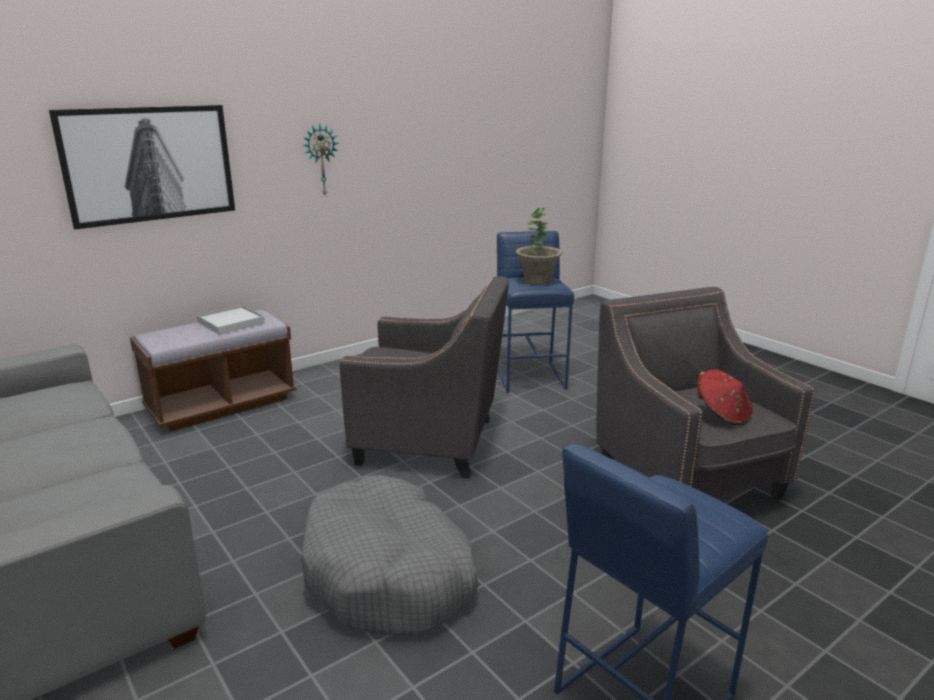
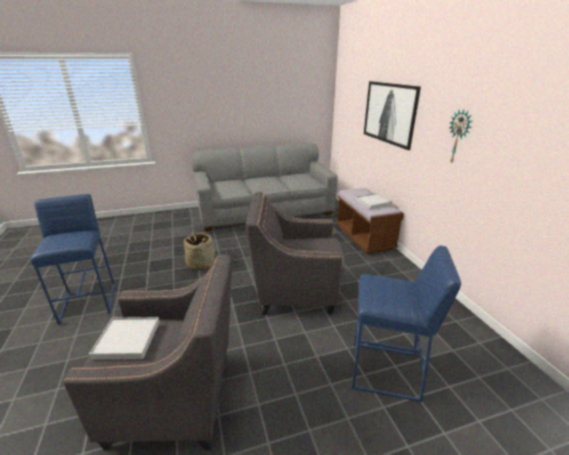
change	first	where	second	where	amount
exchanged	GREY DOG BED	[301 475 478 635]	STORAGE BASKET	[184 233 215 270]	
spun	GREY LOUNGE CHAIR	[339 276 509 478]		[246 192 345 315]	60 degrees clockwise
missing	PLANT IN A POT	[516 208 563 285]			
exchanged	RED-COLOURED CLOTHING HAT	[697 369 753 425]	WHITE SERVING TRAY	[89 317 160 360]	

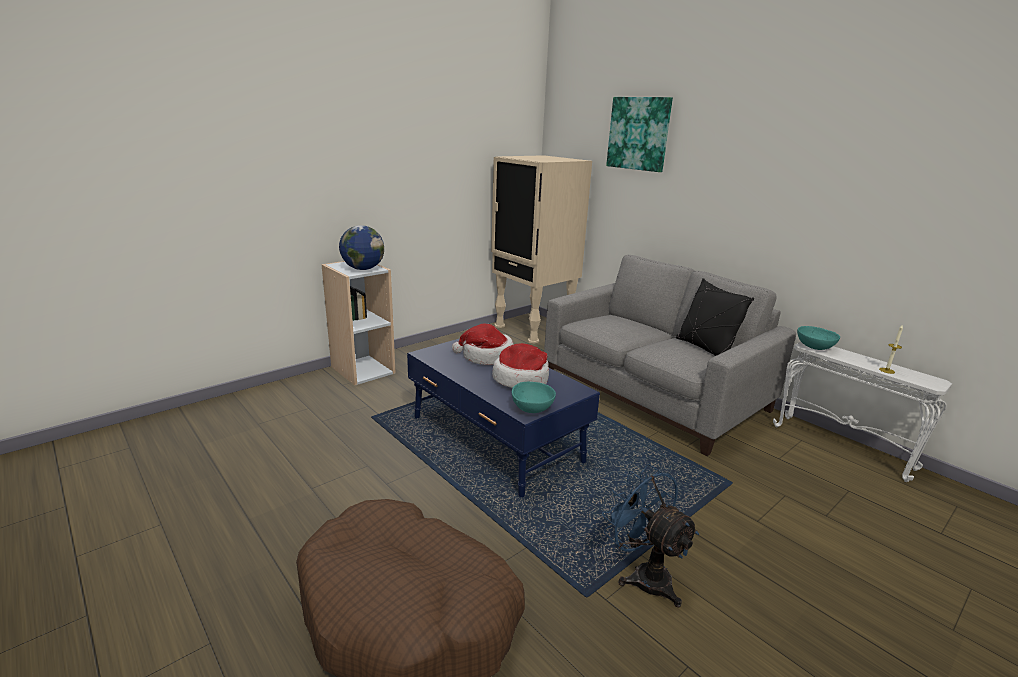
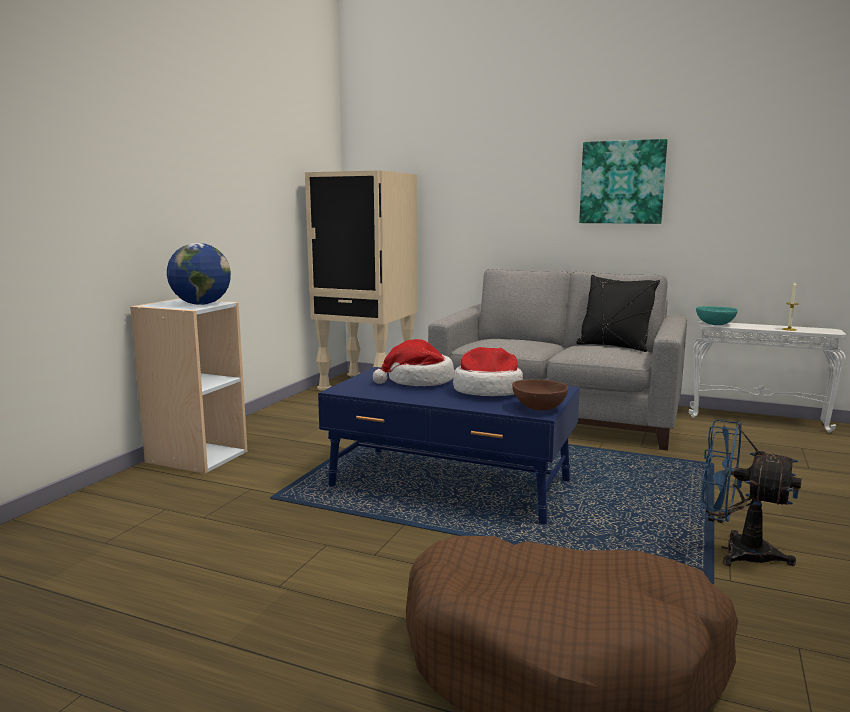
change	first	where	second	where	amount
colour	BLUE-GREEN BOWL	[512 382 556 413]	BROWN-COLOURED BOWL	[512 379 568 411]	
relocated	PICTURE	[606 97 673 172]		[579 139 668 224]	

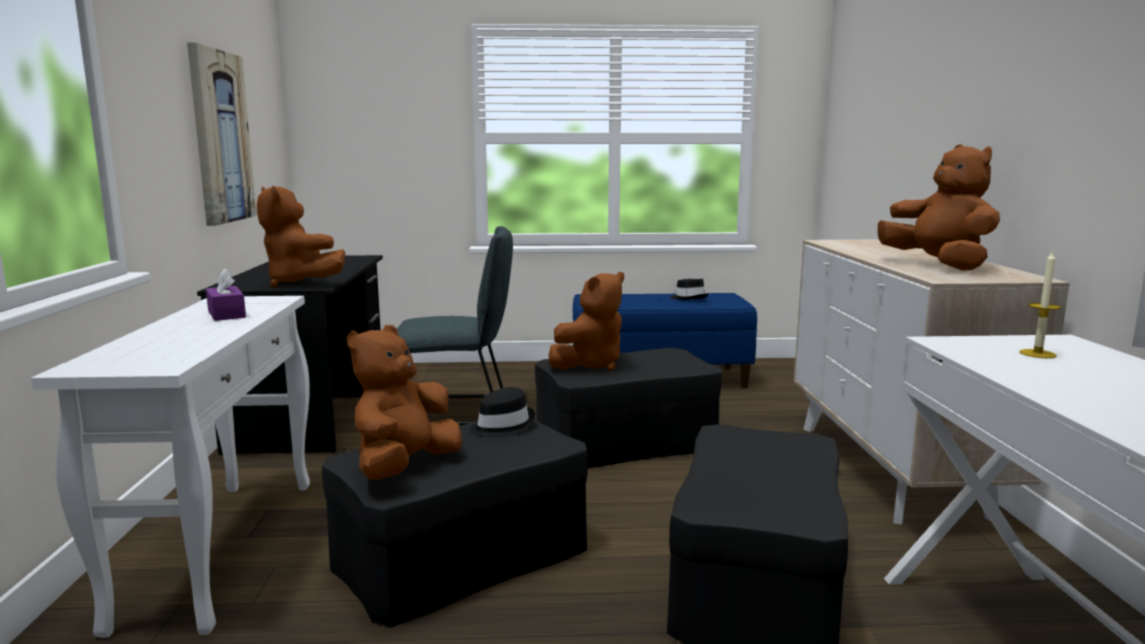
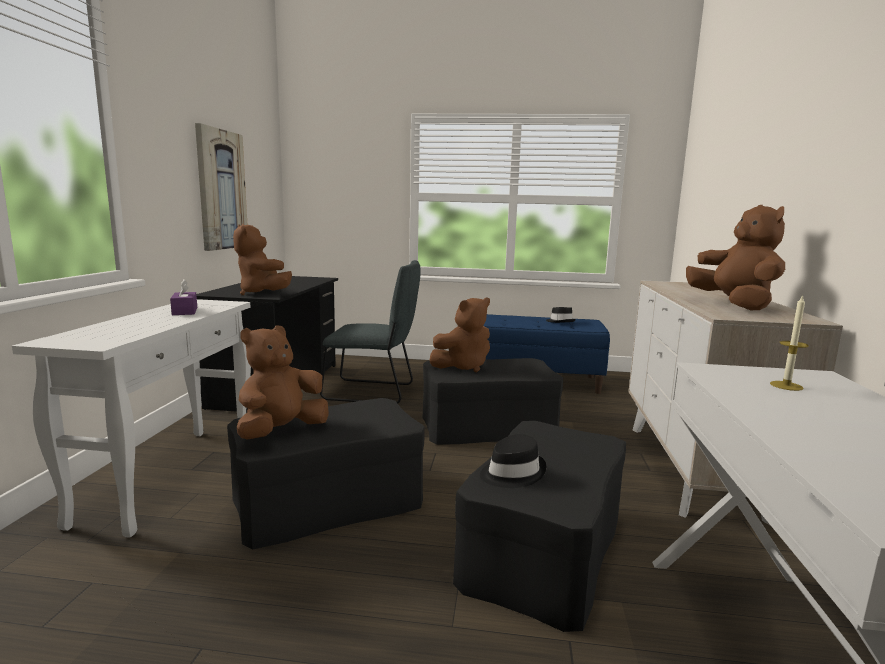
change	first	where	second	where	amount
relocated	BLACK-COLOURED CLOTHING HAT	[469 387 536 438]		[480 434 547 488]	

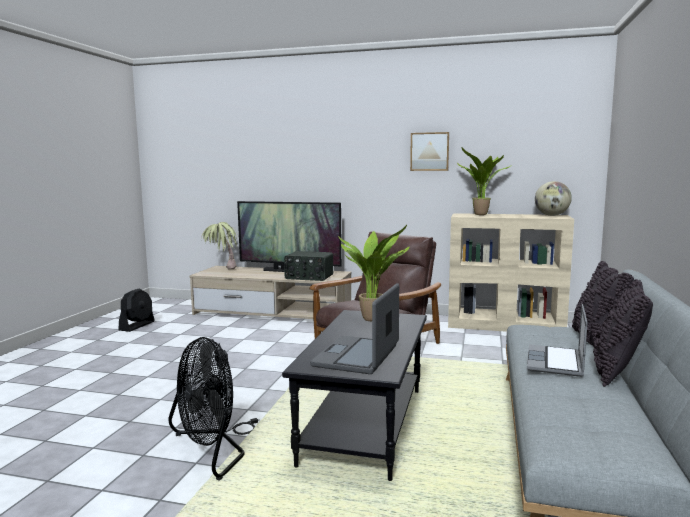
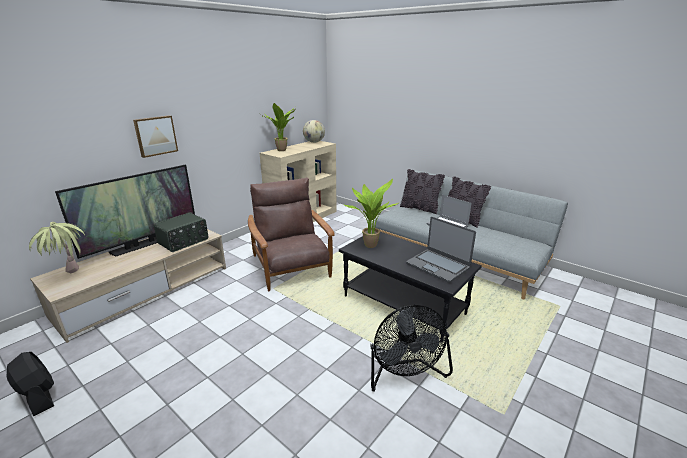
change	first	where	second	where	amount
relocated	PICTURE	[410 132 449 171]		[133 115 178 158]	

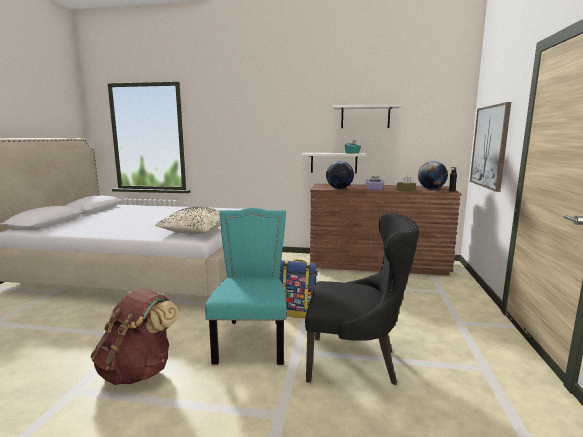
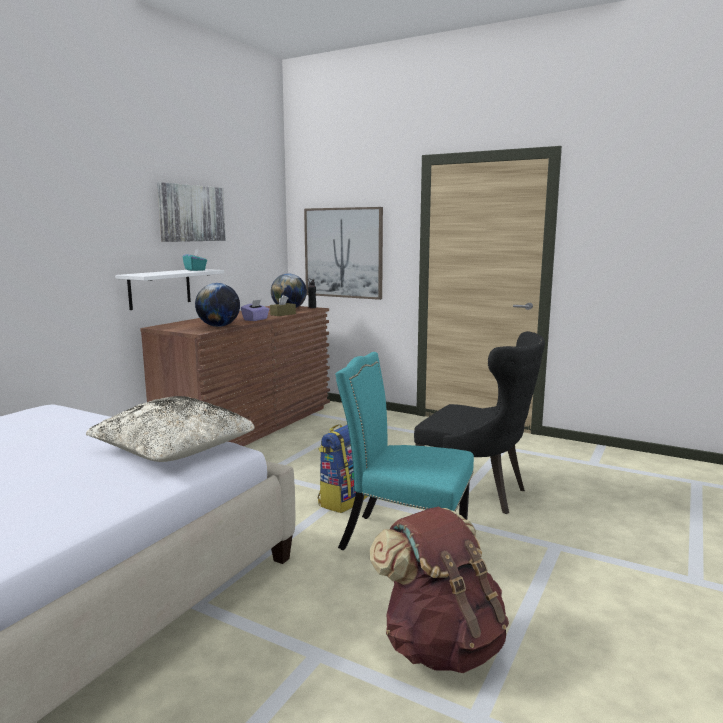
change	first	where	second	where	amount
spun	BLACK-COLOURED CHAIR	[305 212 419 385]		[414 331 545 514]	90 degrees clockwise
exchanged	WHITE SHELF	[333 104 402 128]	PICTURE	[157 182 226 242]	

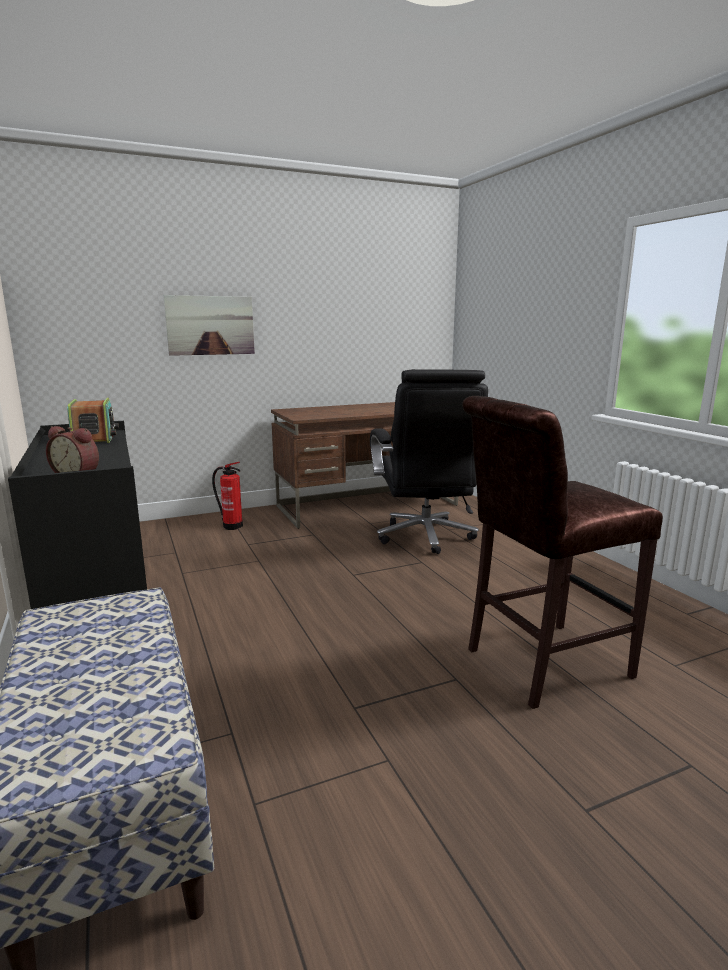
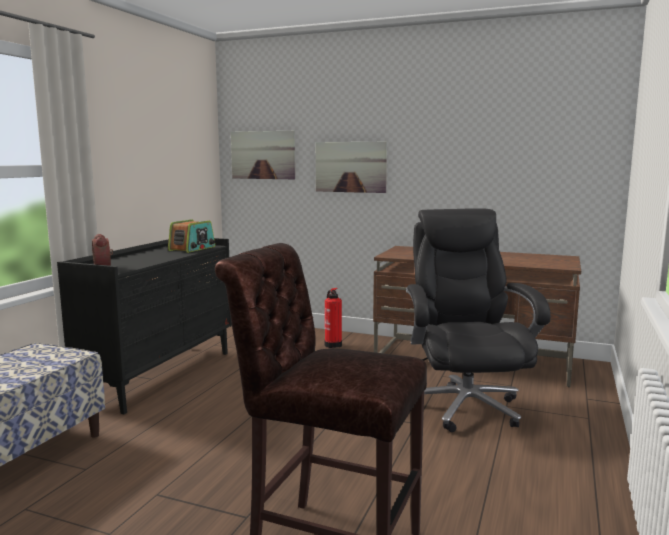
change	first	where	second	where	amount
spun	BLACK-COLOURED OFFICE CHAIR	[370 369 488 554]		[406 208 551 432]	135 degrees clockwise
appeared			PICTURE	[231 131 295 179]	

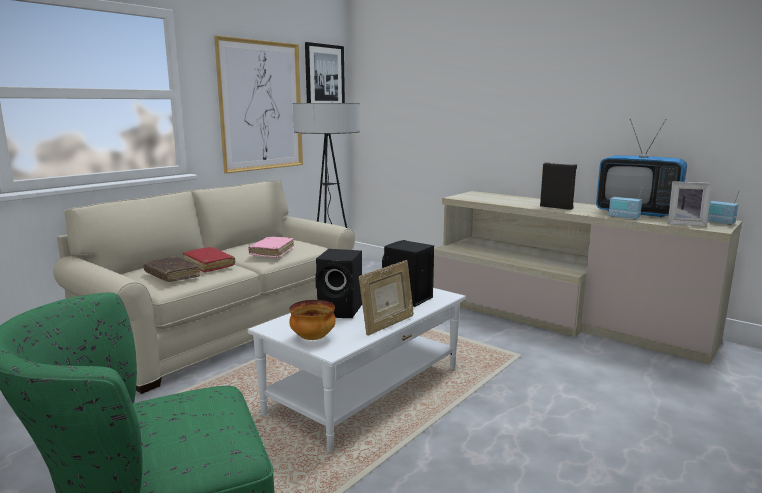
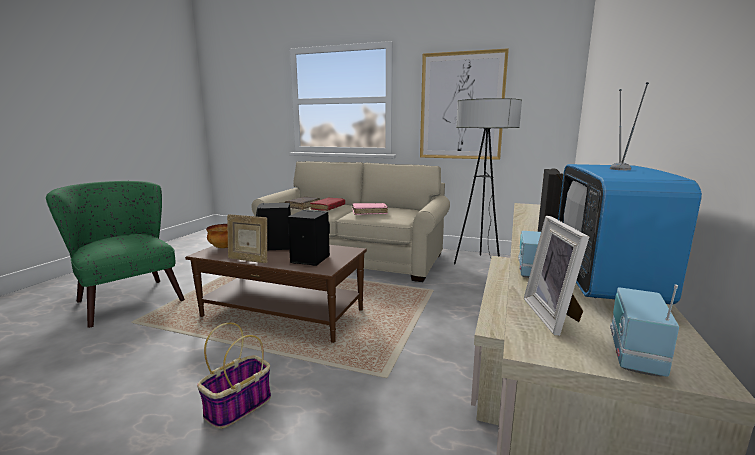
change	first	where	second	where	amount
colour	WHITE LOUNGE TABLE	[247 288 466 452]	BROWN-COLOURED LOUNGE TABLE	[185 245 367 343]	
missing	PICTURE	[305 42 345 103]			
appeared			STORAGE BASKET	[197 322 271 429]	

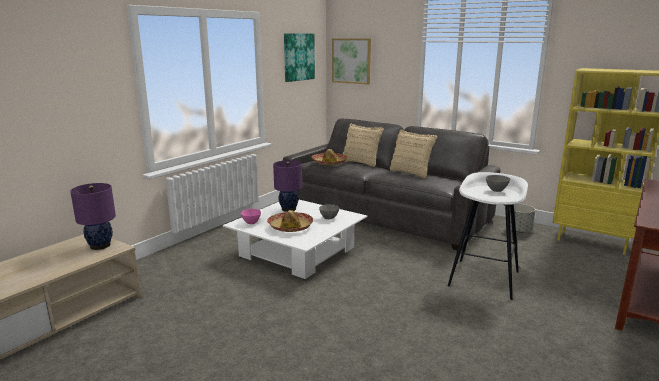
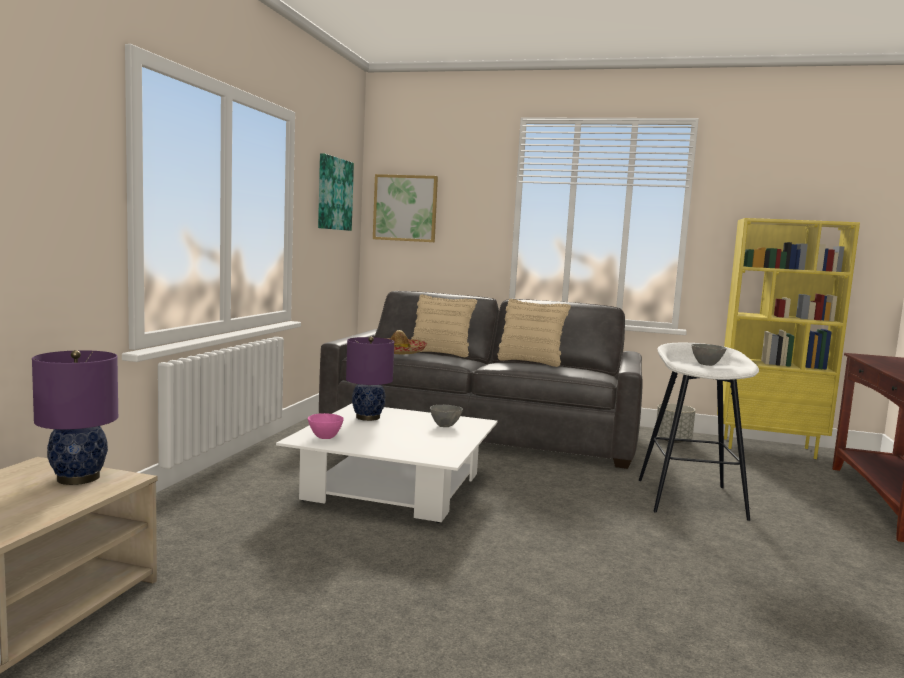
change	first	where	second	where	amount
missing	CLOTHING HAT	[267 210 313 232]			

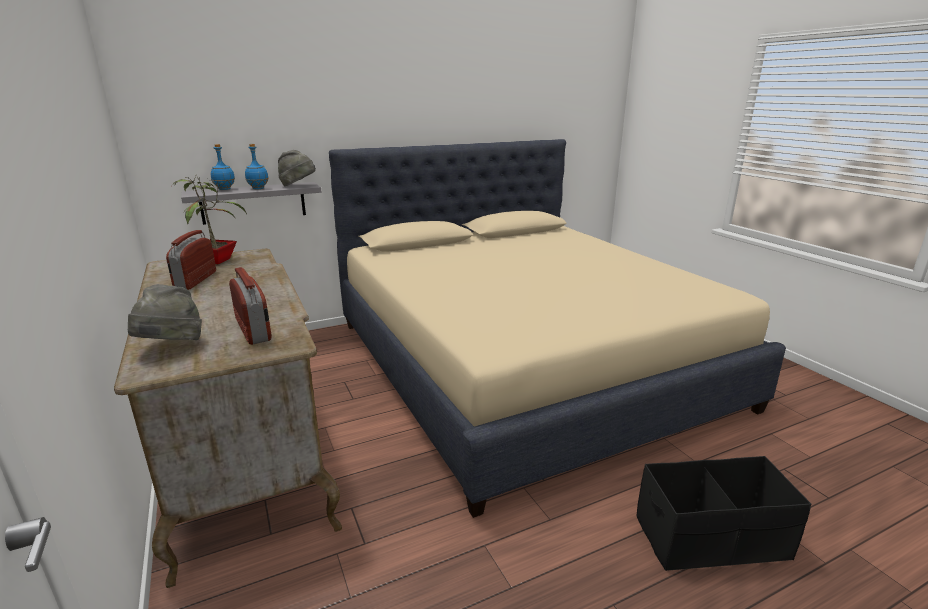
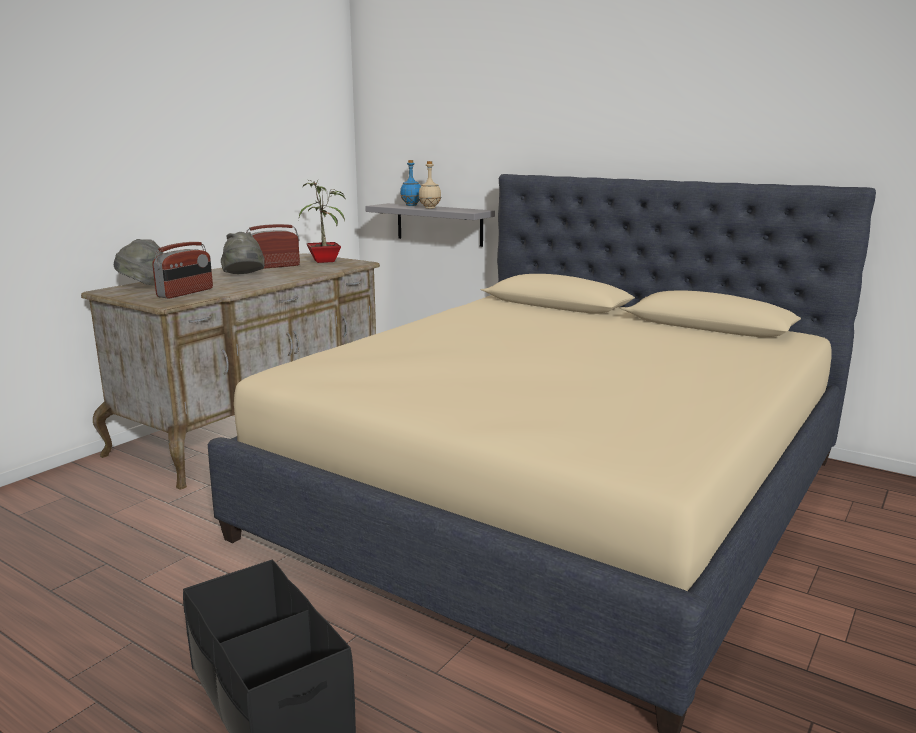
change	first	where	second	where	amount
colour	BLUISH DRINK BOTTLE	[245 144 268 189]	BEIGE DRINK BOTTLE	[418 161 441 209]	
relocated	GREY CLOTHING HAT	[278 150 316 186]		[221 232 265 274]	

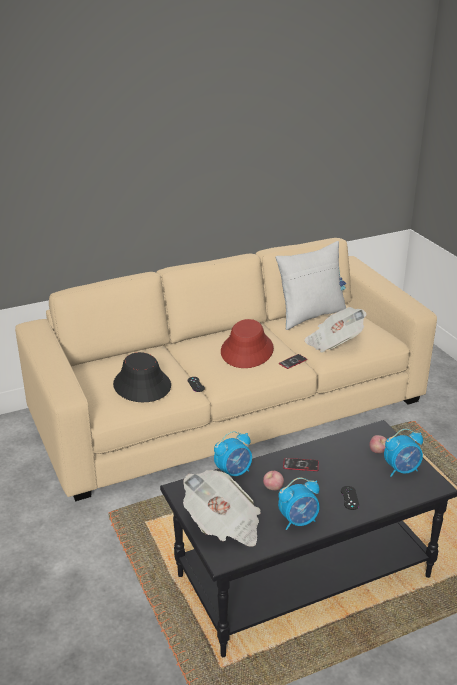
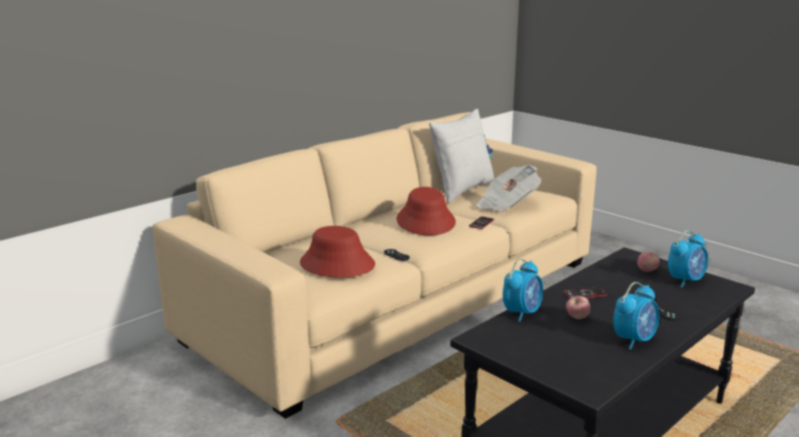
change	first	where	second	where	amount
colour	BLACK-COLOURED CLOTHING HAT	[113 352 171 402]	RED-COLOURED CLOTHING HAT	[300 226 375 278]	
missing	NEWSPAPER	[183 470 261 547]			

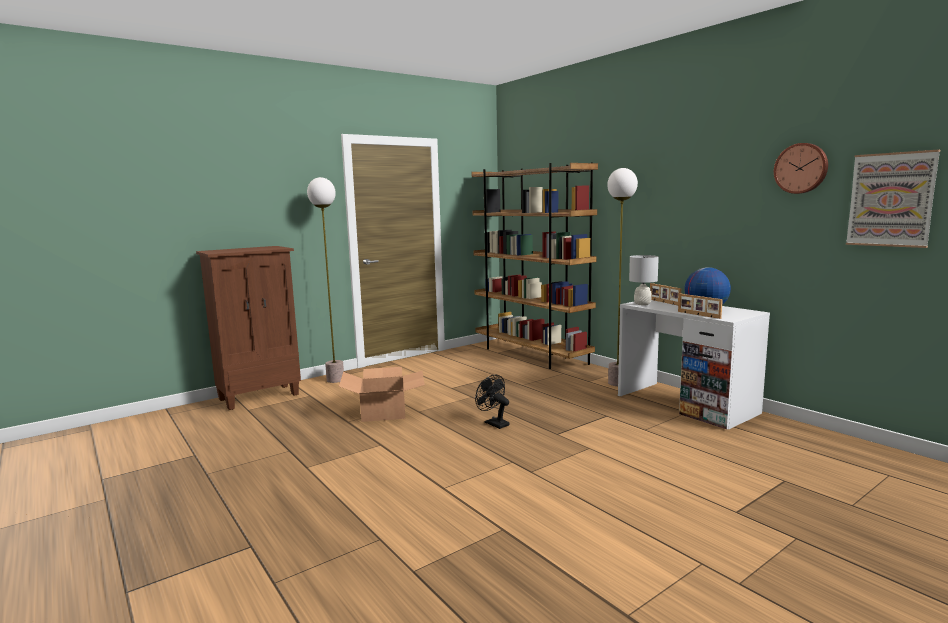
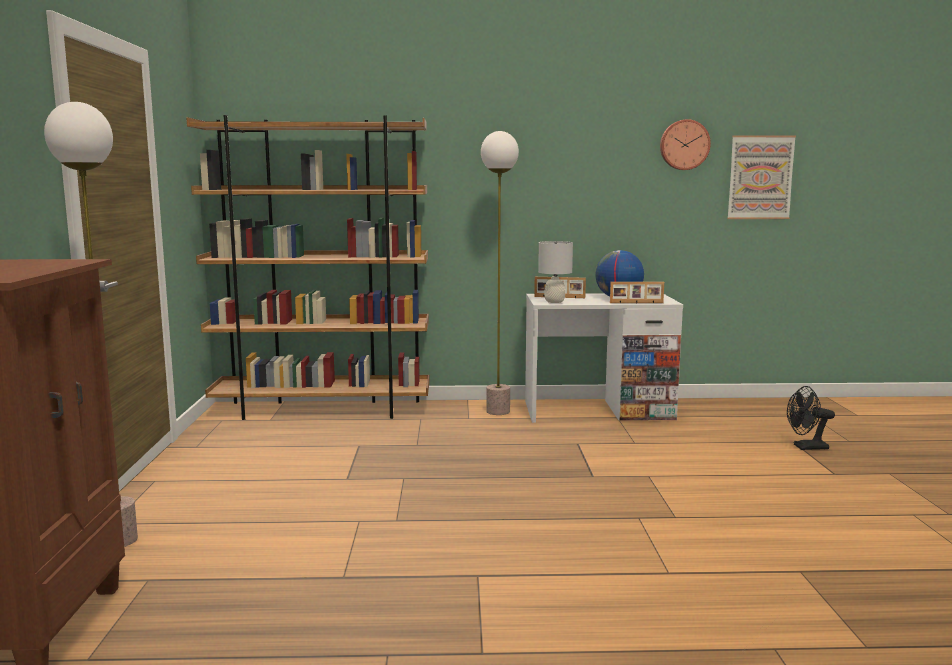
change	first	where	second	where	amount
missing	PACKING BOX	[339 367 425 422]			
relocated	BLACK-COLOURED FAN	[475 375 509 429]		[787 386 835 450]	

